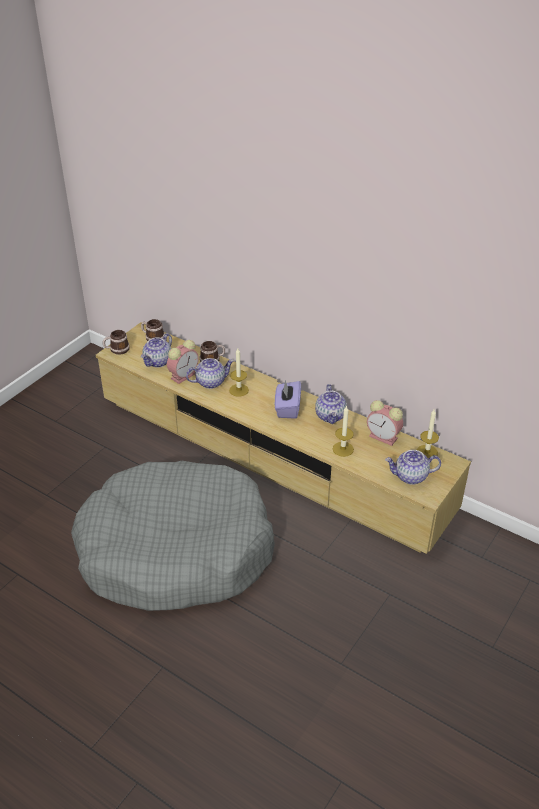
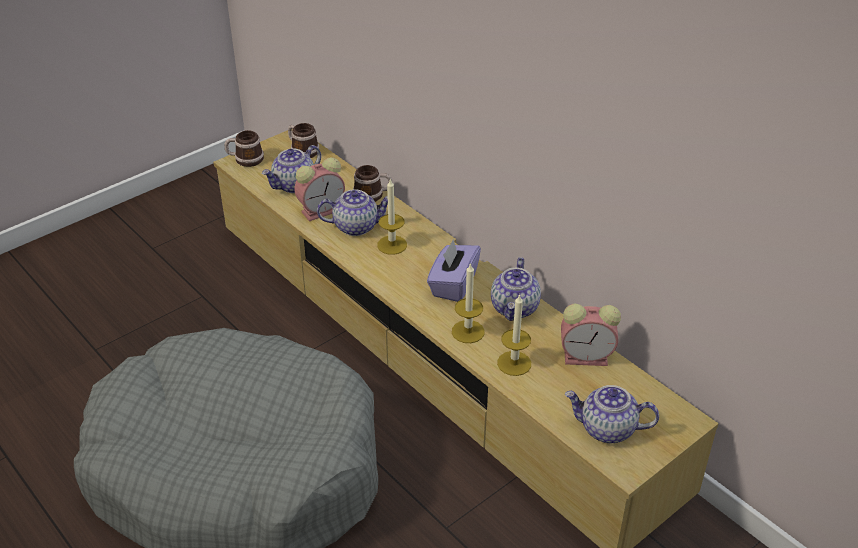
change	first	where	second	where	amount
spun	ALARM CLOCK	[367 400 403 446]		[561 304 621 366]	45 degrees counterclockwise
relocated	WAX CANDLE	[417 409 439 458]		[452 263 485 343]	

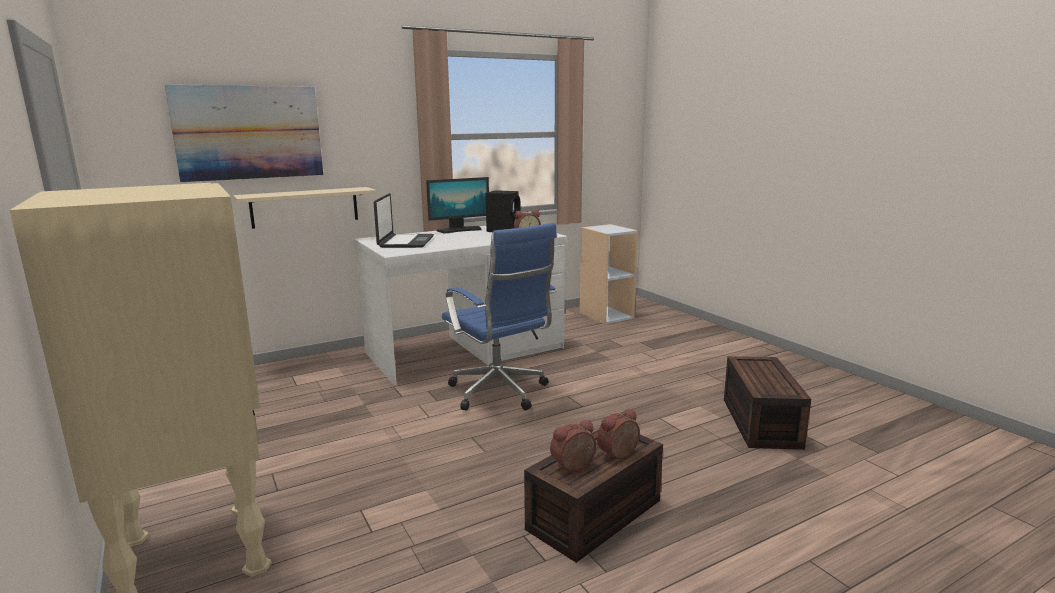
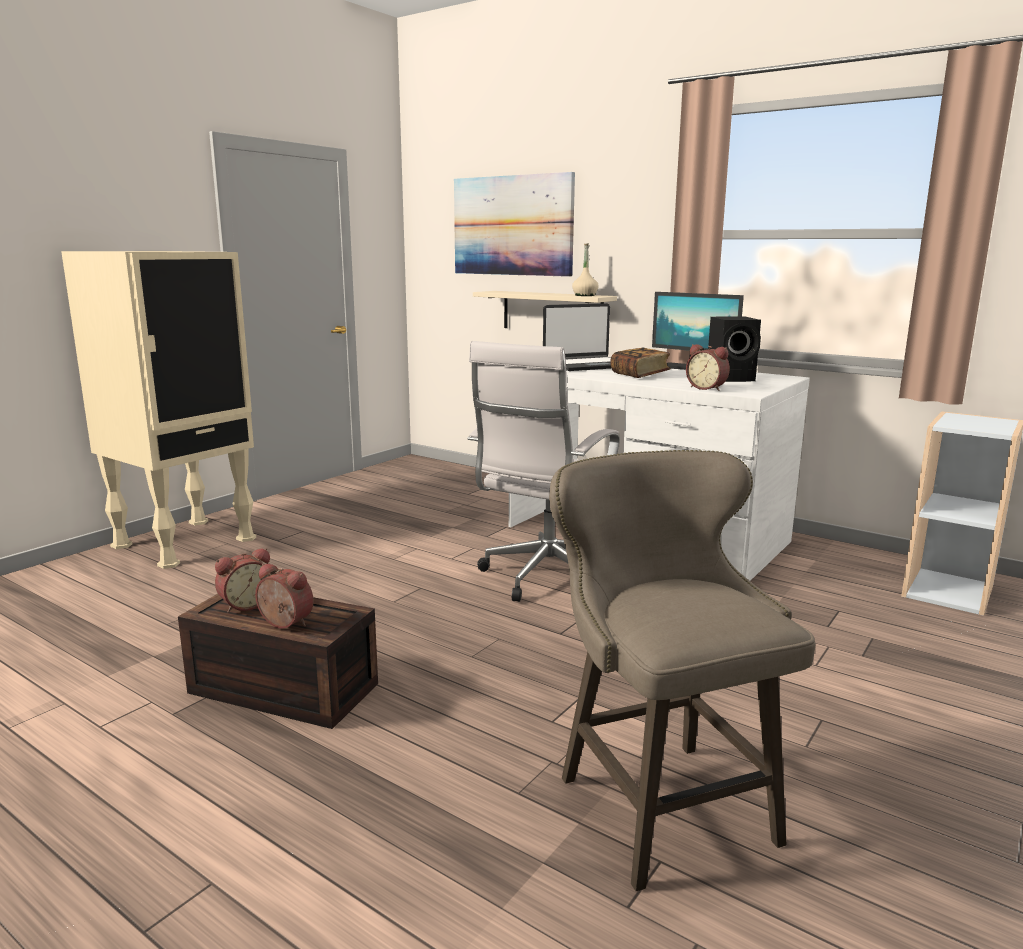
change	first	where	second	where	amount
colour	BLUISH OFFICE CHAIR	[442 223 557 411]	WHITE OFFICE CHAIR	[467 341 620 602]	
spun	ALARM CLOCK	[550 420 596 472]		[215 548 270 613]	105 degrees clockwise
exchanged	BROWN-COLOURED STORAGE CONTAINER	[724 356 811 450]	BEIGE STOOL SEAT	[549 450 815 891]	
appeared			BEIGE DRINK BOTTLE	[572 243 599 296]	
appeared			VOLUME	[611 348 671 378]	

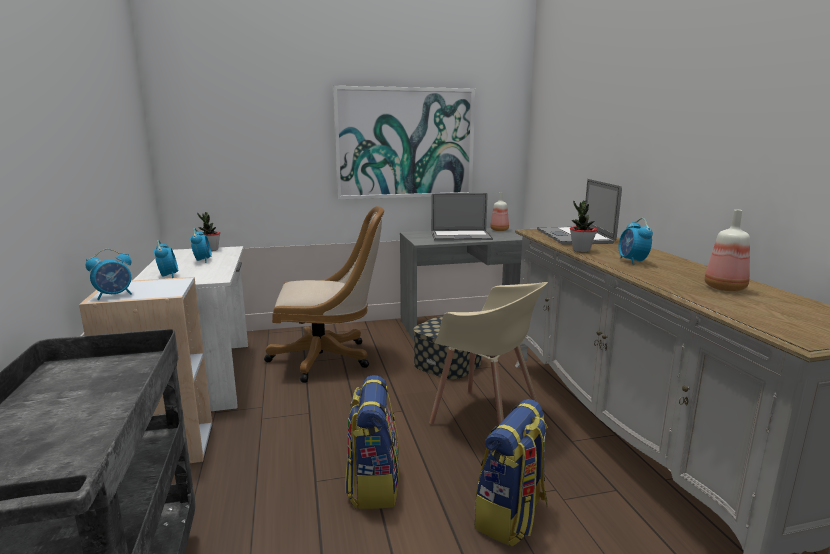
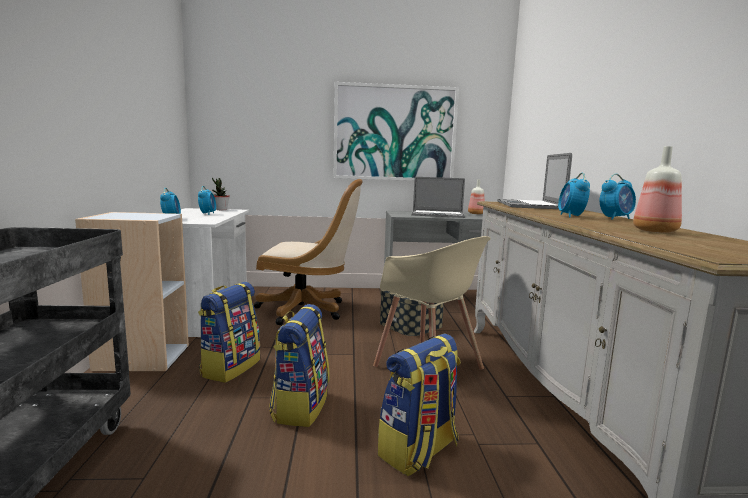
change	first	where	second	where	amount
relocated	ALARM CLOCK	[86 249 132 300]		[600 174 636 220]	
missing	PLANT IN A POT	[570 201 597 252]			
appeared			RUCKSACK	[198 282 260 383]	

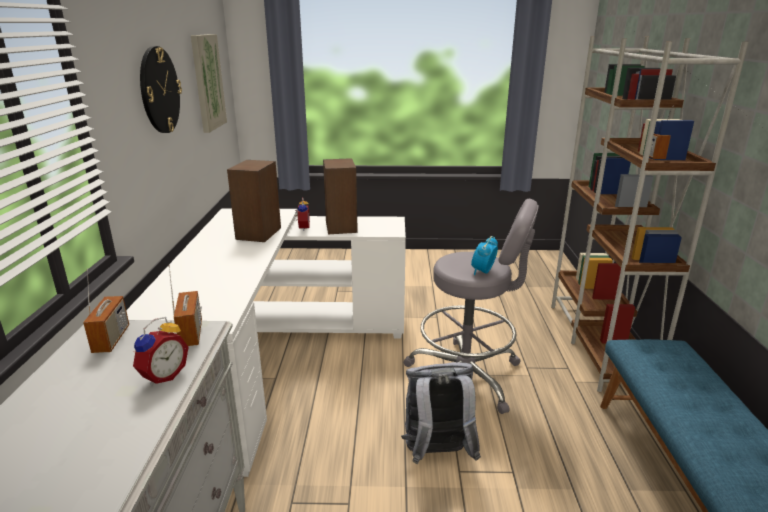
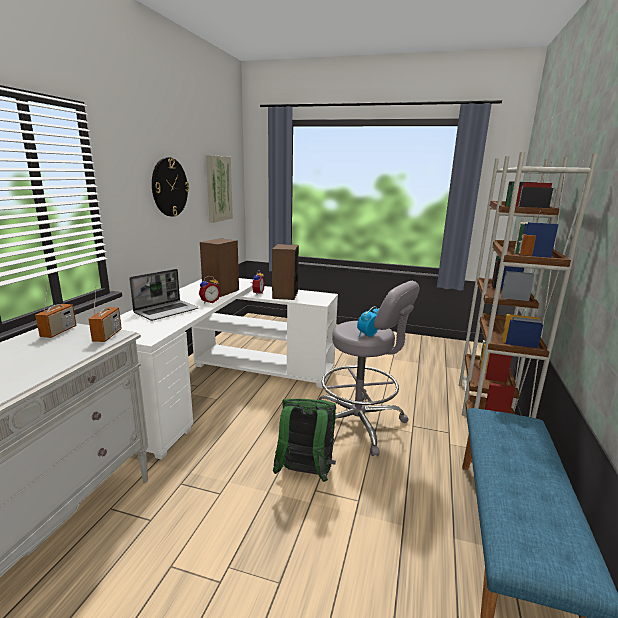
change	first	where	second	where	amount
relocated	ALARM CLOCK	[133 317 189 386]		[199 276 221 304]	
colour	GREY RUCKSACK	[401 362 481 464]	GREEN-COLOURED RUCKSACK	[273 399 336 482]	
appeared			NOTEBOOK COMPUTER	[129 269 199 321]	

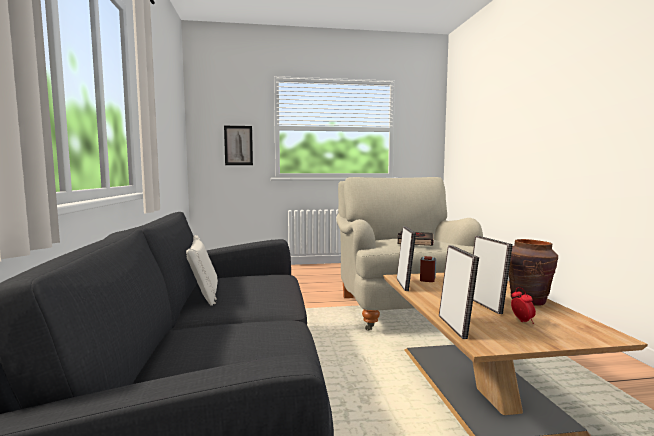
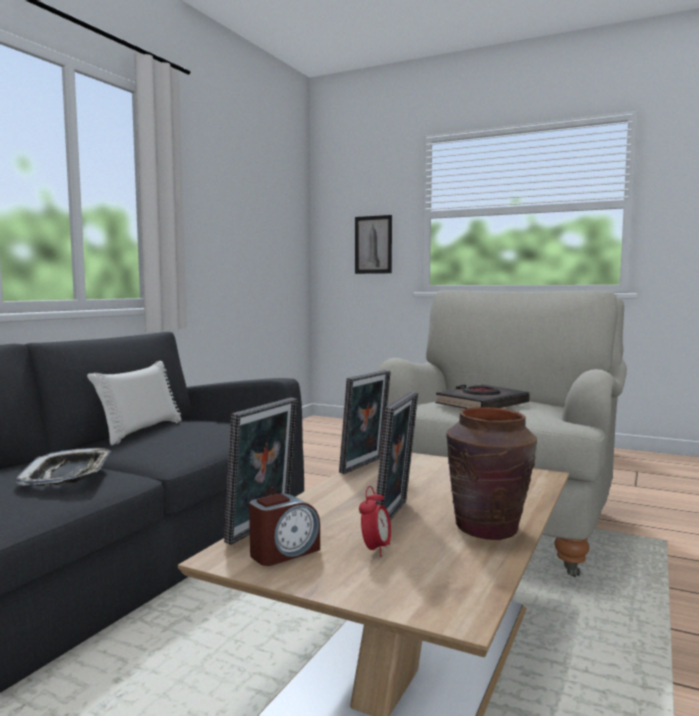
change	first	where	second	where	amount
relocated	ALARM CLOCK	[420 256 436 282]		[249 493 320 566]	
appeared			SERVING TRAY	[16 448 111 486]	

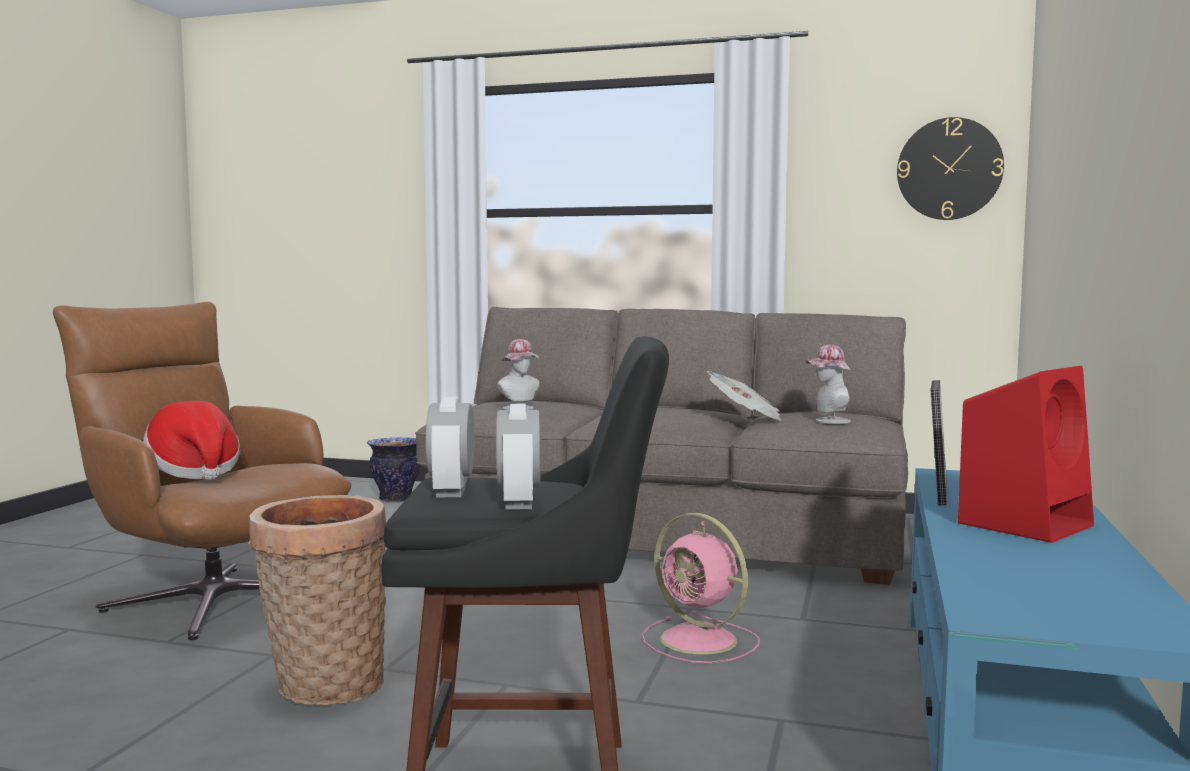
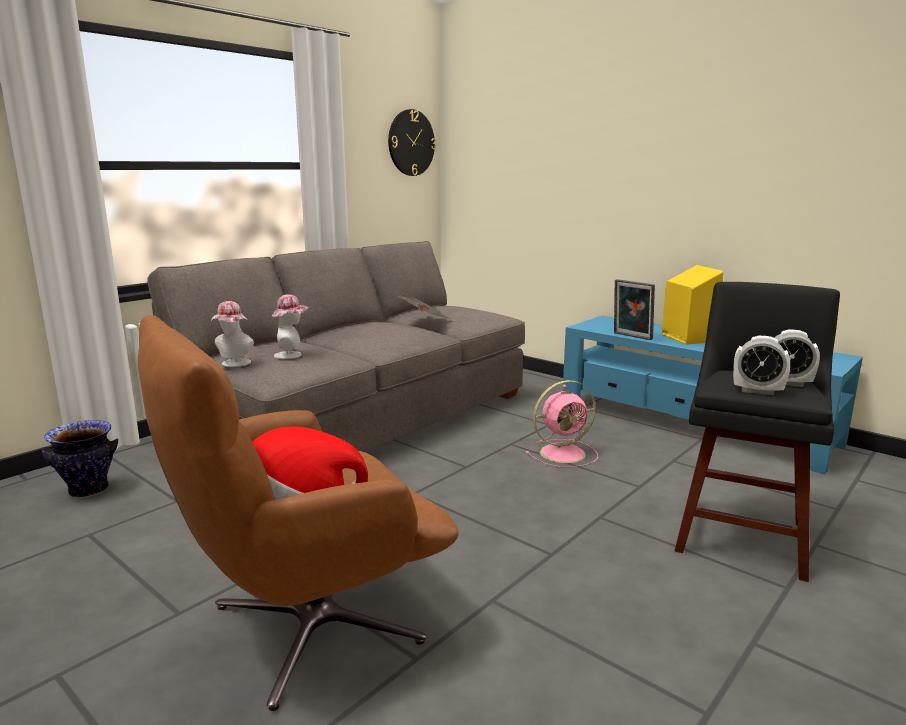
change	first	where	second	where	amount
missing	STORAGE BASKET	[248 495 386 705]			
relocated	CLOTHING HAT	[806 344 851 424]		[211 301 254 367]	
colour	RED-COLOURED LOUDSPEAKER	[958 366 1094 543]	YELLOWISH LOUDSPEAKER	[662 265 723 345]	

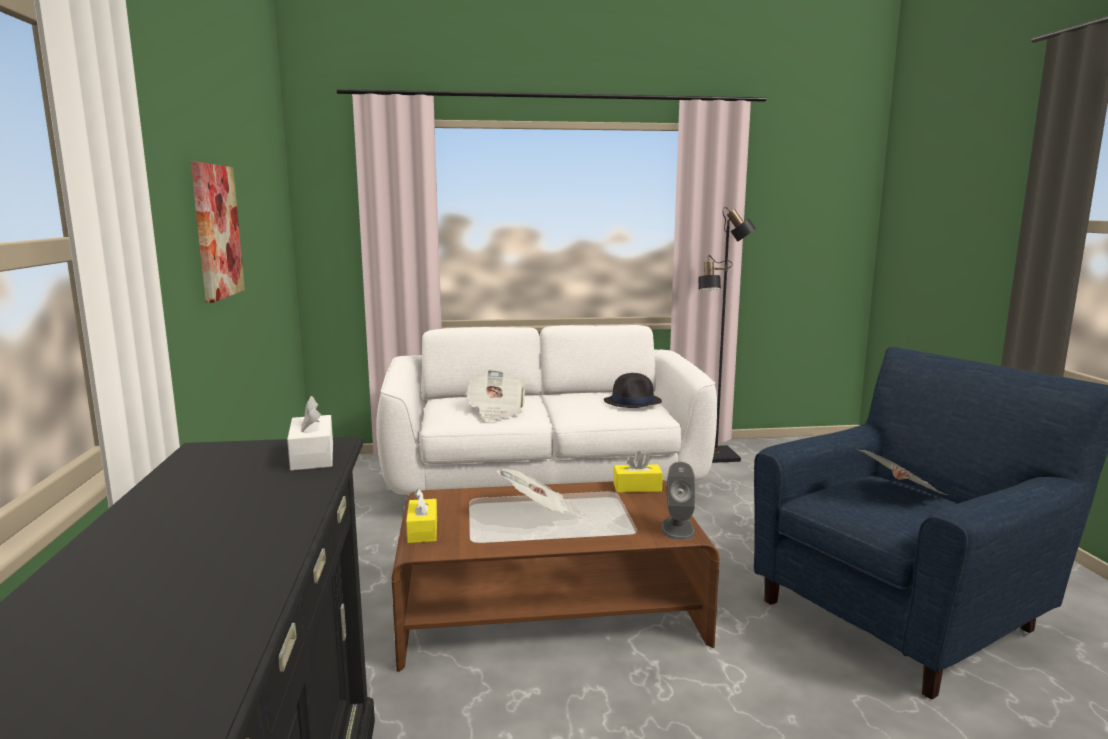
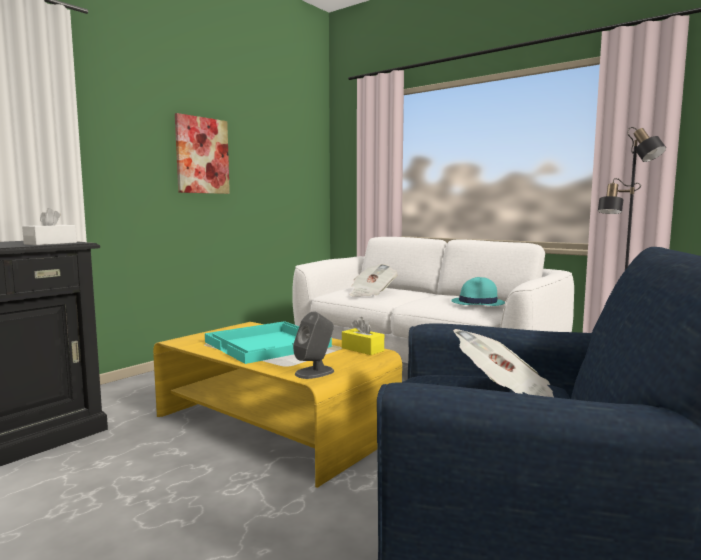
change	first	where	second	where	amount
colour	BROWN-COLOURED LOUNGE TABLE	[392 480 720 672]	YELLOWISH LOUNGE TABLE	[153 322 402 488]	
missing	YELLOWISH BOX OF TISSUES	[406 489 437 543]			
exchanged	NEWSPAPER	[495 469 586 515]	BLUE-GREEN SERVING TRAY	[205 321 332 364]	
colour	BLACK-COLOURED CLOTHING HAT	[604 373 662 408]	BLUE-GREEN CLOTHING HAT	[451 277 505 306]	

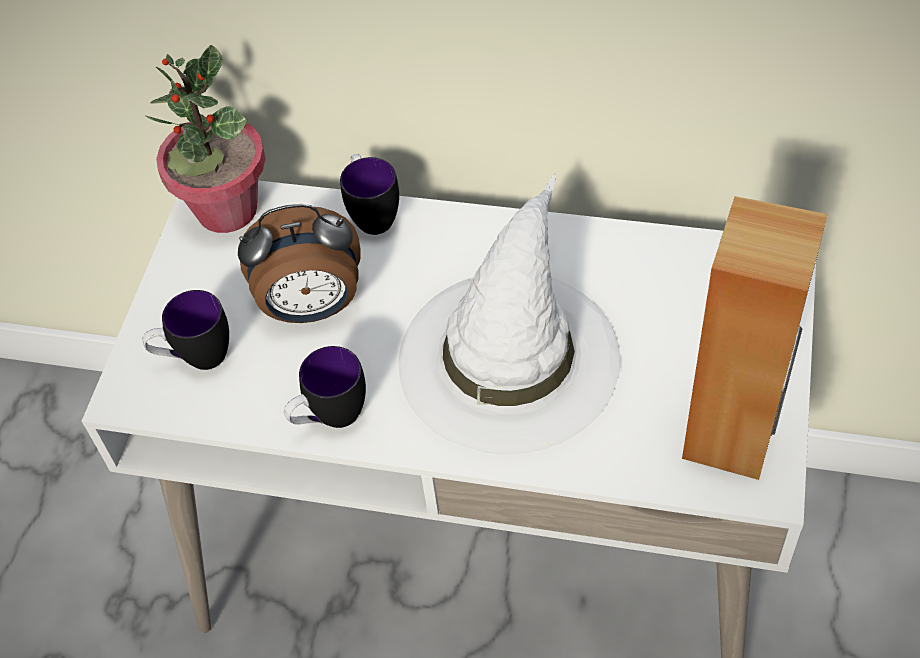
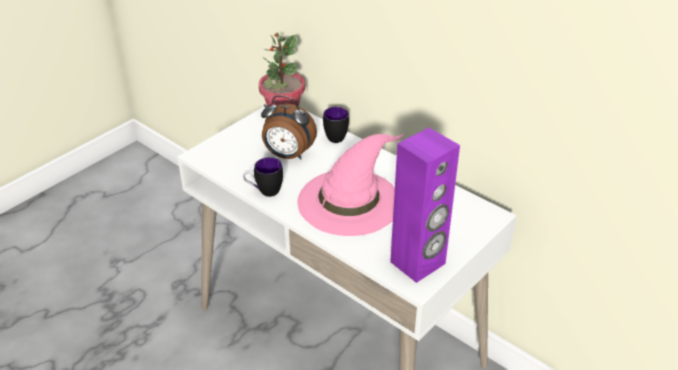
change	first	where	second	where	amount
missing	COFFEE MUG	[142 290 229 370]			
colour	WHITE CLOTHING HAT	[399 173 621 455]	PINK CLOTHING HAT	[298 133 405 236]	
colour	BROWN-COLOURED LOUDSPEAKER	[682 196 828 480]	PURPLISH LOUDSPEAKER	[390 127 460 283]	

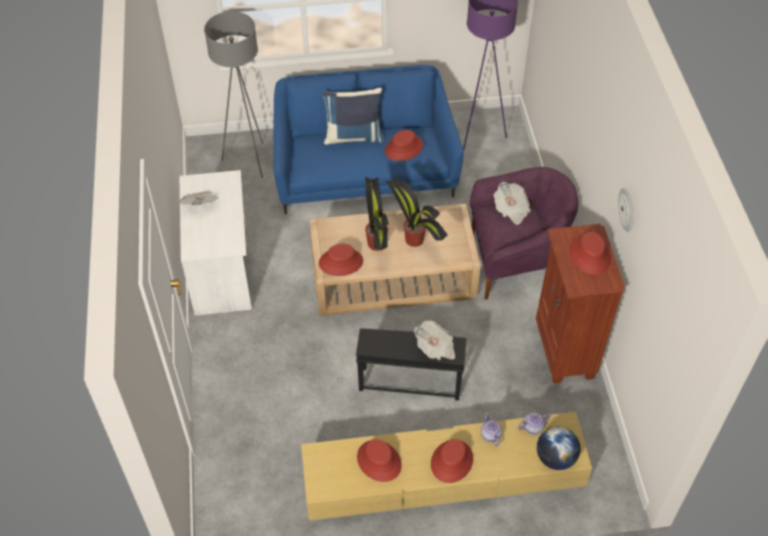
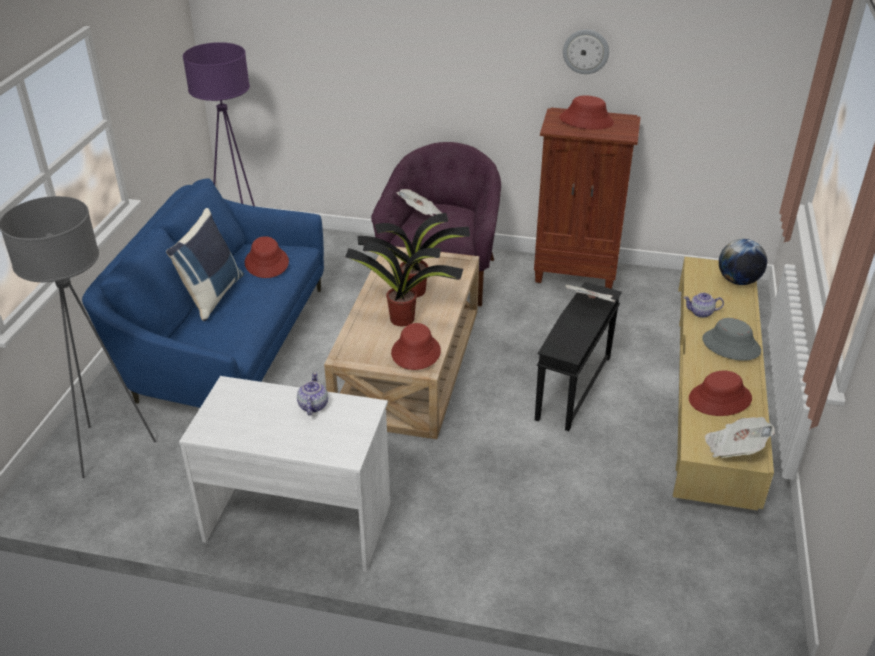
change	first	where	second	where	amount
relocated	NEWSPAPER	[179 190 218 206]		[705 417 775 458]	
colour	RED-COLOURED CLOTHING HAT	[431 439 473 483]	GREY CLOTHING HAT	[703 318 761 361]	
relocated	POT FOR TEA	[518 413 552 435]		[297 372 328 416]	

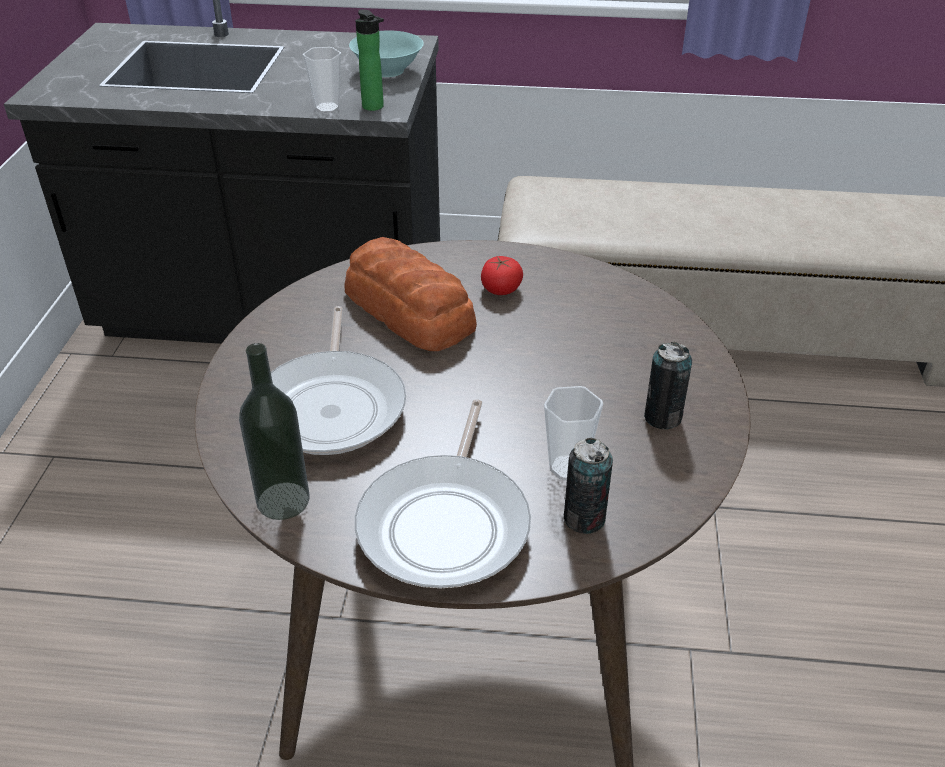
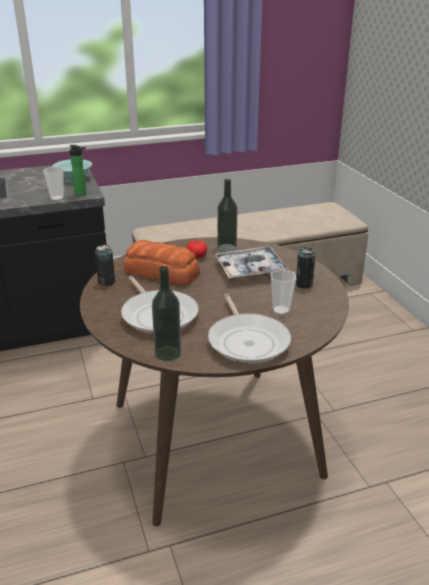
change	first	where	second	where	amount
relocated	METAL CAN	[564 438 613 534]		[95 245 115 286]	
appeared			SERVING TRAY	[215 246 290 279]	
appeared			DRINK BOTTLE	[217 179 238 252]	

